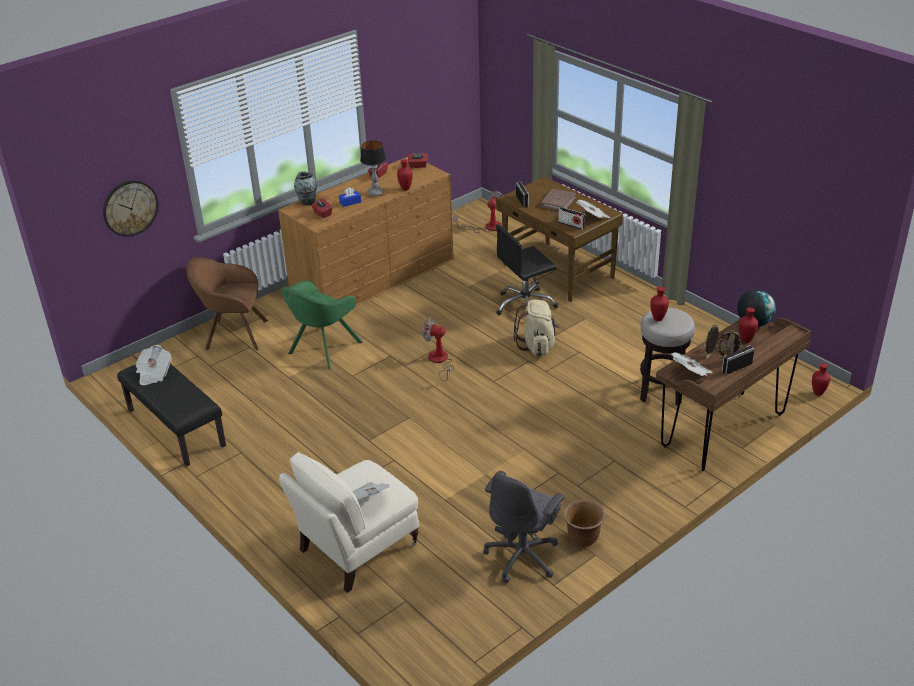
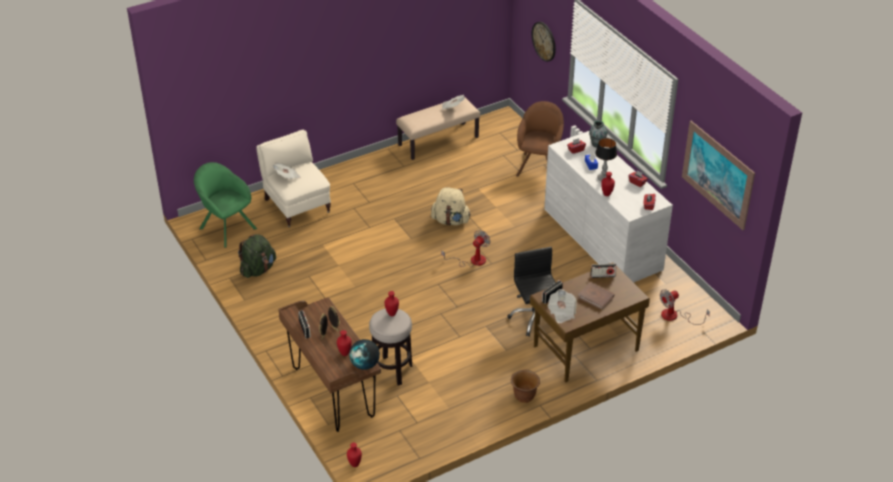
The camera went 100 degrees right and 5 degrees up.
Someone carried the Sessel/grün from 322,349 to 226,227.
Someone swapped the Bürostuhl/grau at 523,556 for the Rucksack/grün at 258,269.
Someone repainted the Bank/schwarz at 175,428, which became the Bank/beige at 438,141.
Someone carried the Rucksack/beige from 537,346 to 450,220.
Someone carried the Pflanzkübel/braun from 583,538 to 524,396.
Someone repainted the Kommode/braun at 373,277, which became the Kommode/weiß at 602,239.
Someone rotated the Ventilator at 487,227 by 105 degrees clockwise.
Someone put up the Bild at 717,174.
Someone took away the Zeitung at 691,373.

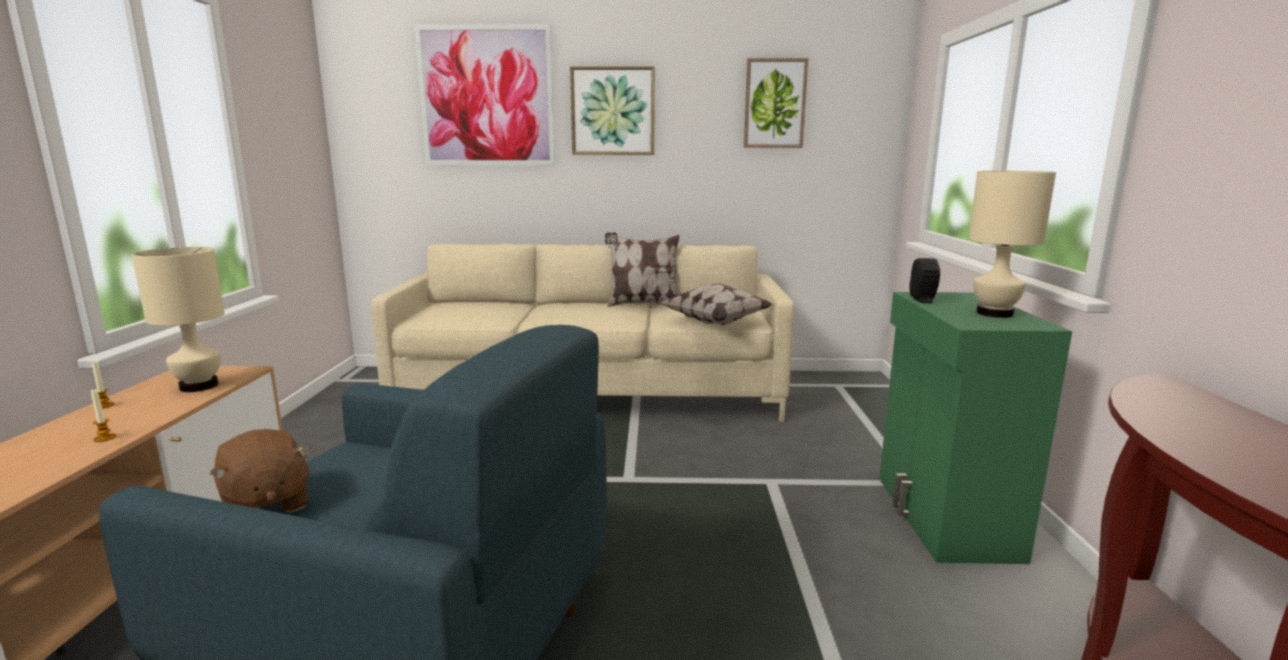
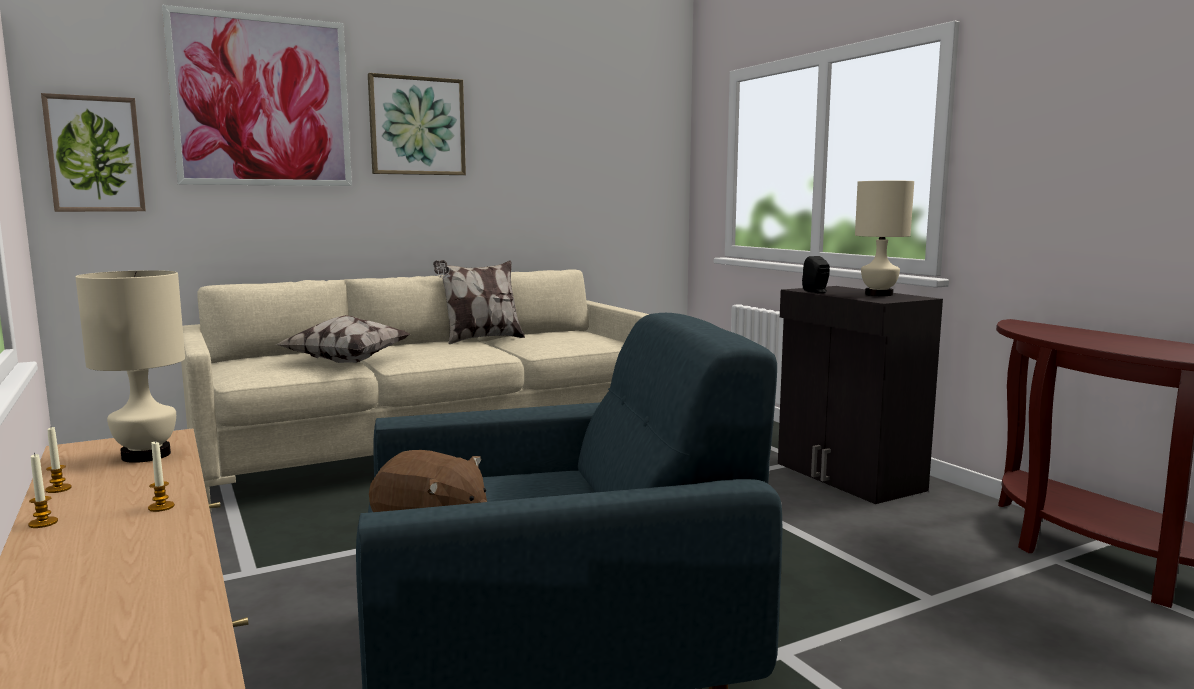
The camera went 30 degrees left and 5 degrees down.
Someone put down the Kerze at 43,523.
Someone carried the Bild from 774,104 to 95,154.
Someone carried the Kissen from 715,322 to 346,361.
Someone repainted the Schrank/grün at 943,517, which became the Schrank/schwarz at 848,477.

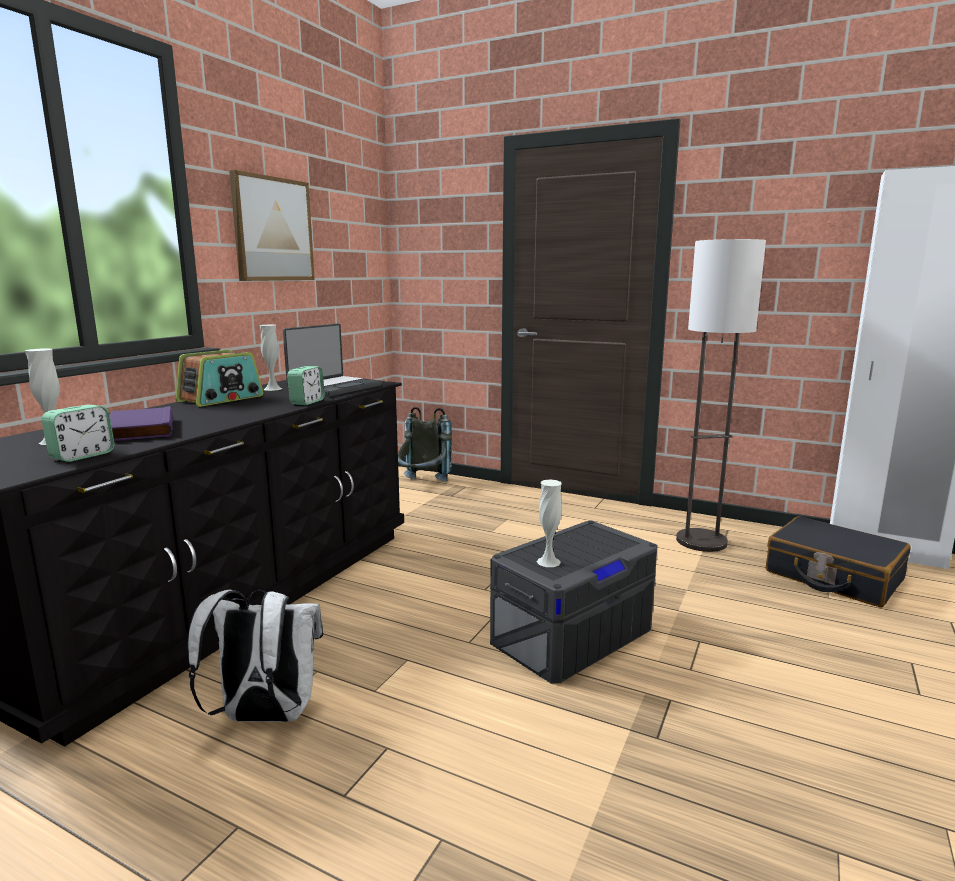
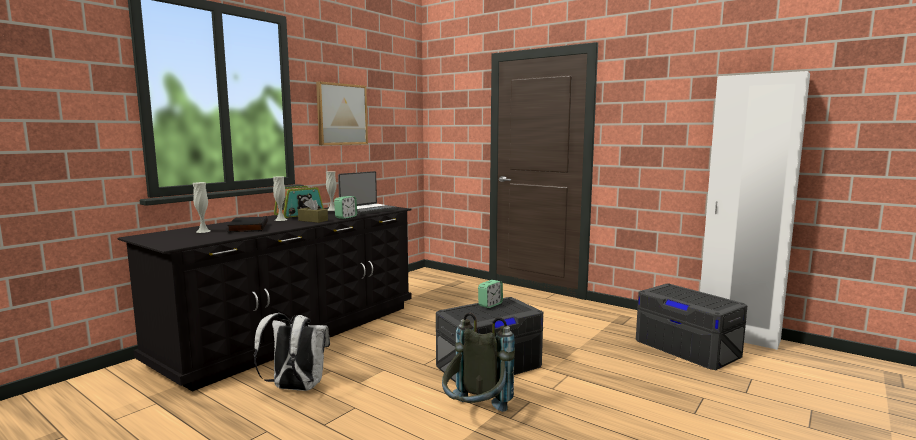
The camera went 10 degrees right and 5 degrees down.
Someone repainted the Buch/lila at 139,429, which became the Buch/schwarz at 247,227.
Someone carried the Vase/weiß from 548,562 to 280,219.
Someone put down the Taschentuchbox/braun at 313,220.
Someone carried the Rucksack/grau from 423,485 to 475,415.
Someone carried the Wecker from 82,456 to 490,305.
Someone swapped the Koffer/schwarz at 833,576 for the Aufbewahrungsbox/grau at 687,348.
Someone took away the Stehlampe at 701,541.

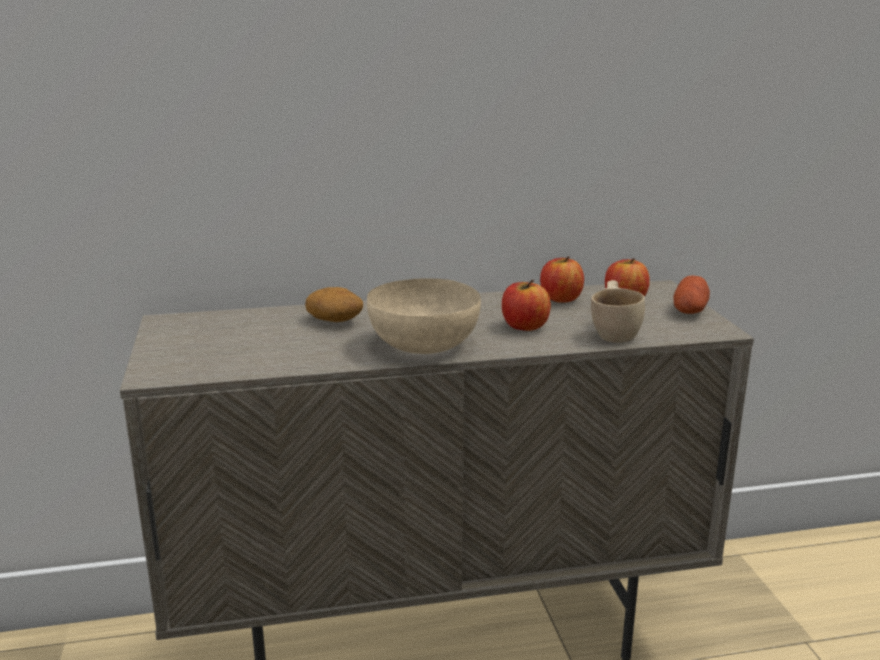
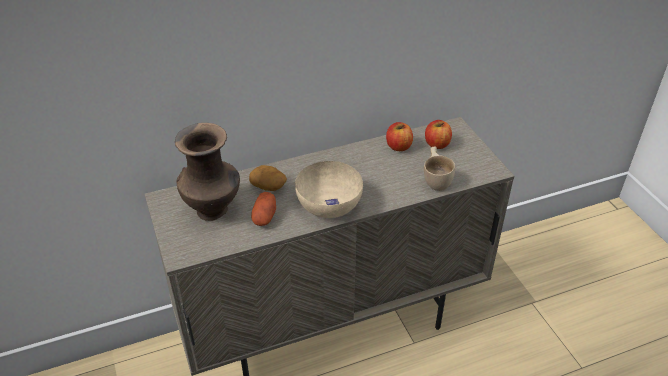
The camera went 10 degrees left and 20 degrees up.
Someone put down the Vase/braun at 213,210.
Someone carried the Kartoffel from 690,310 to 264,216.
Someone took away the Apfel at 524,326.

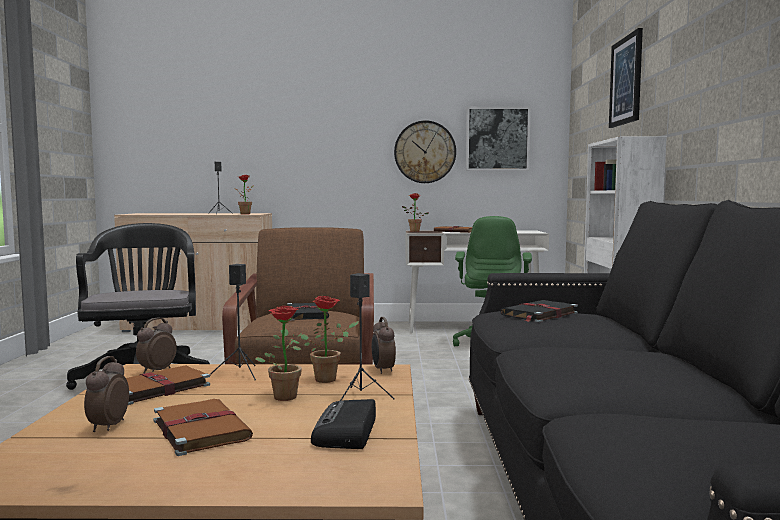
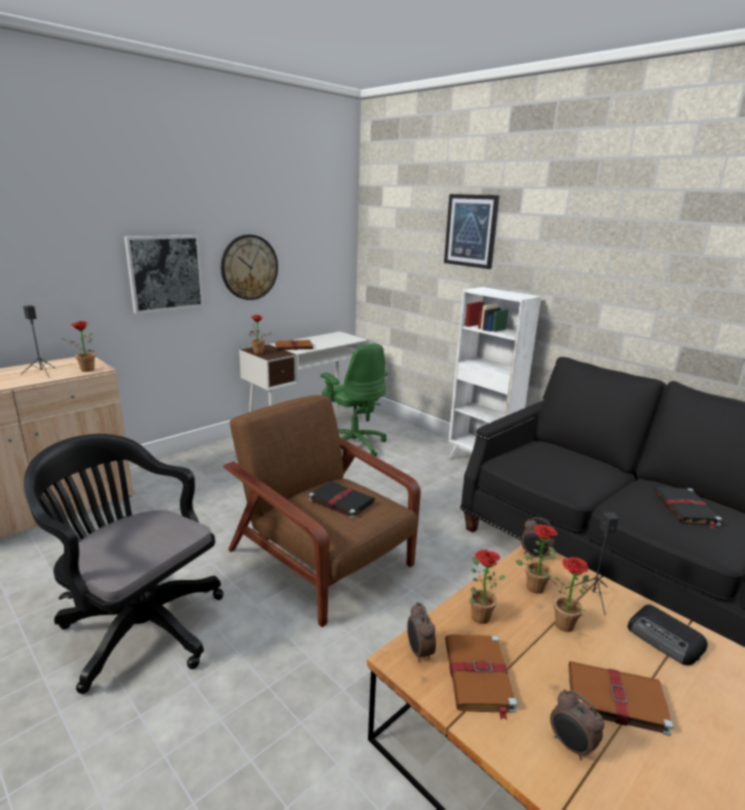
The camera went 45 degrees left and 15 degrees up.
Someone carried the Bild from 497,139 to 165,273.
Someone swapped the Lautsprecher/schwarz at 240,373 for the Topfpflanze at 477,614.
Someone carried the Buch/schwarz from 538,314 to 685,509.

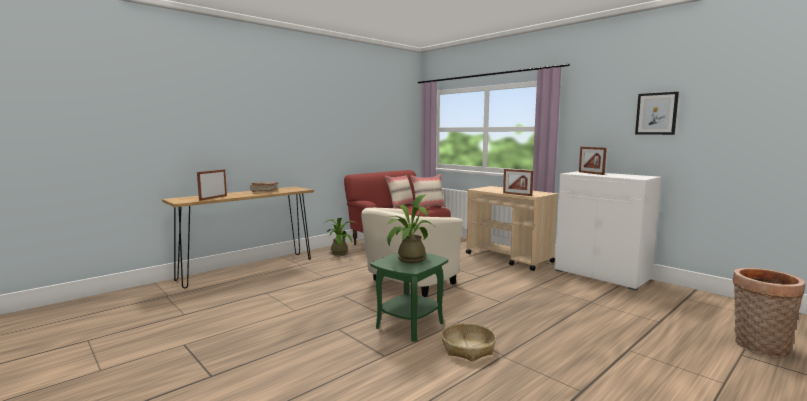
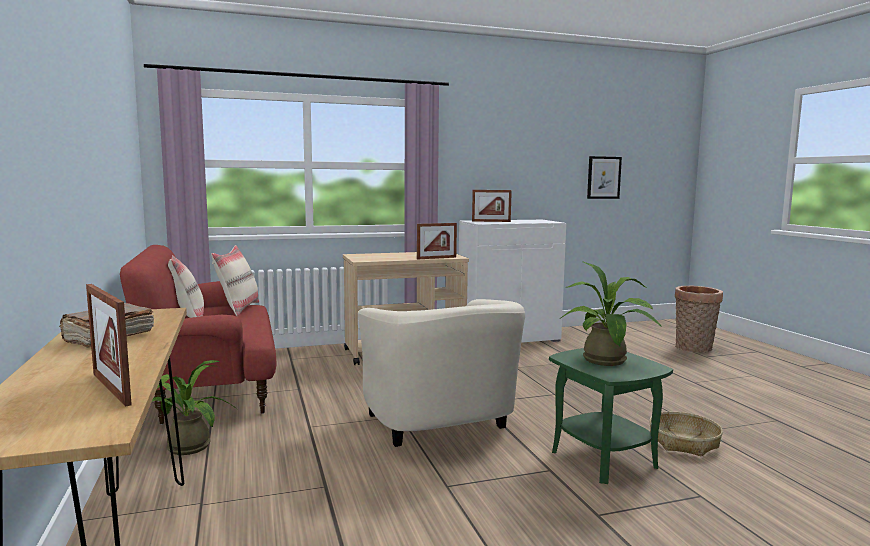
The camera went 65 degrees left and 0 degrees up.
Someone carried the Bild from 656,113 to 603,177.

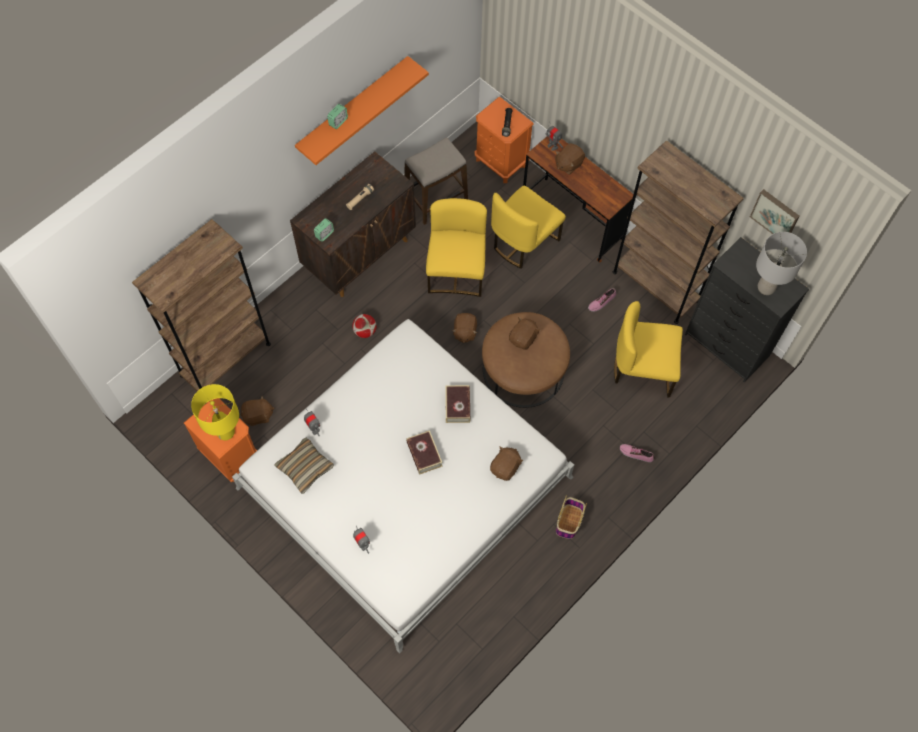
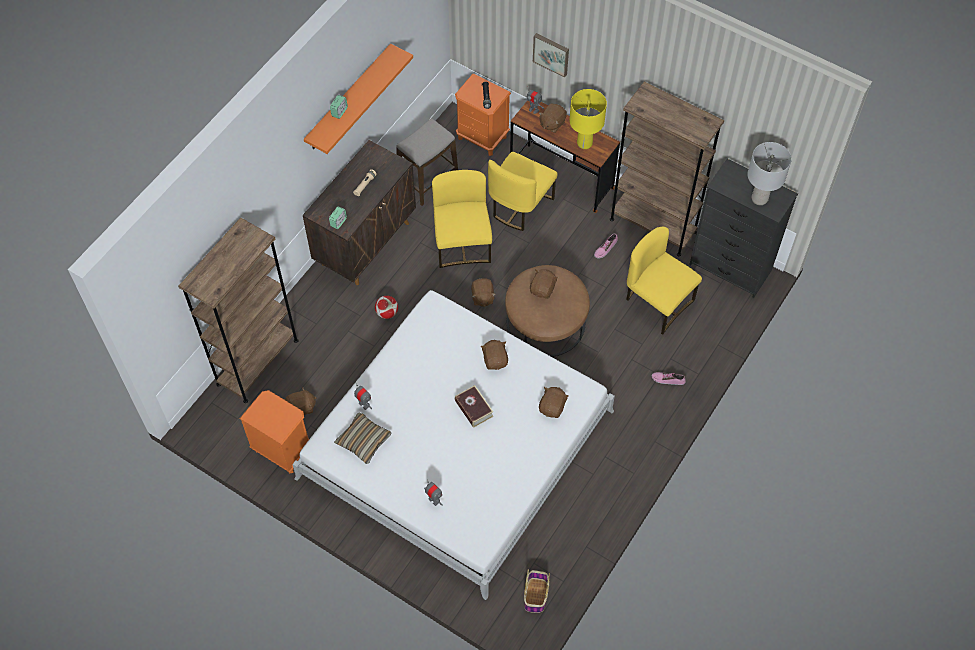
The camera went 10 degrees left and 5 degrees down.
Someone swapped the Buch at 457,406 for the Plüschtier/braun at 495,360.
Someone carried the Korb from 569,522 to 536,596.
Someone carried the Bild from 775,214 to 551,54.
Someone carried the Tischlampe/gelb from 226,432 to 584,143.
Someone rotated the Stuhl/gelb at 643,369 by 45 degrees clockwise.

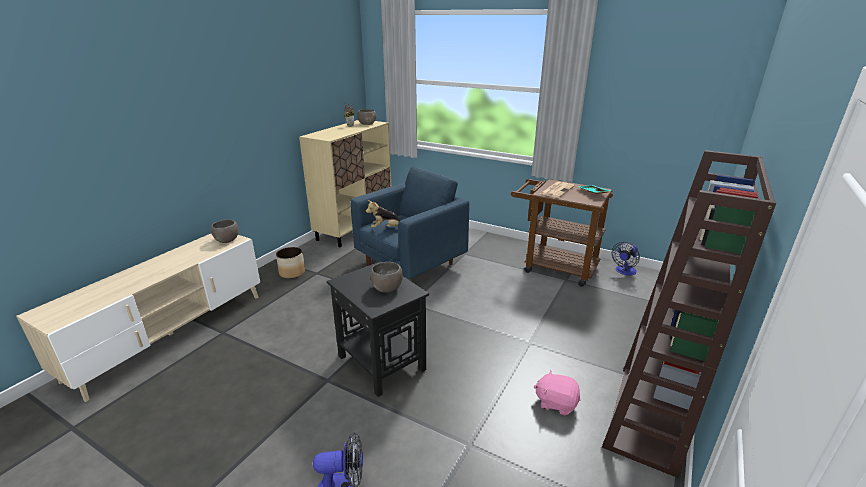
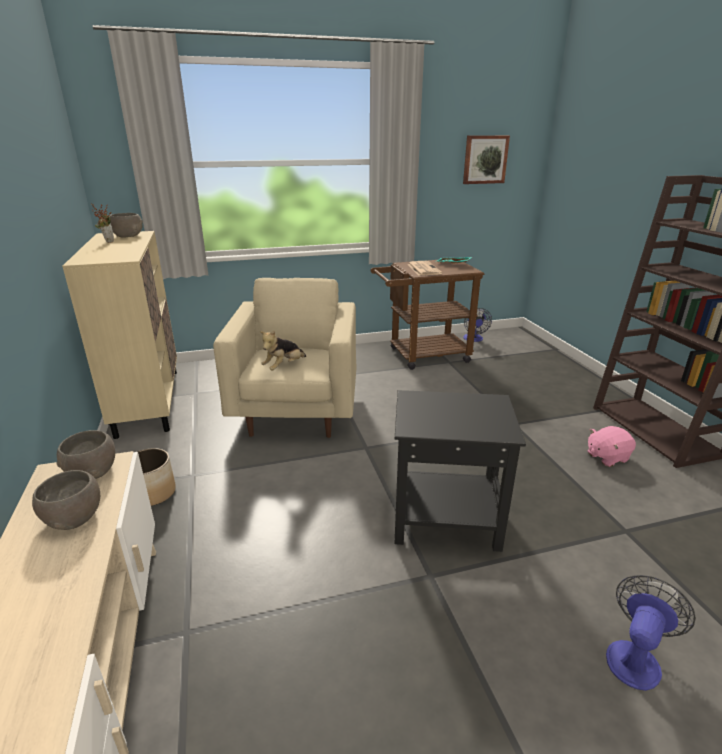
The camera went 45 degrees left and 0 degrees up.
Someone carried the Schüssel/grau from 386,287 to 73,517.
Someone repainted the Sessel/blau at 410,265, which became the Sessel/beige at 297,411.
Someone put up the Bild at 485,159.

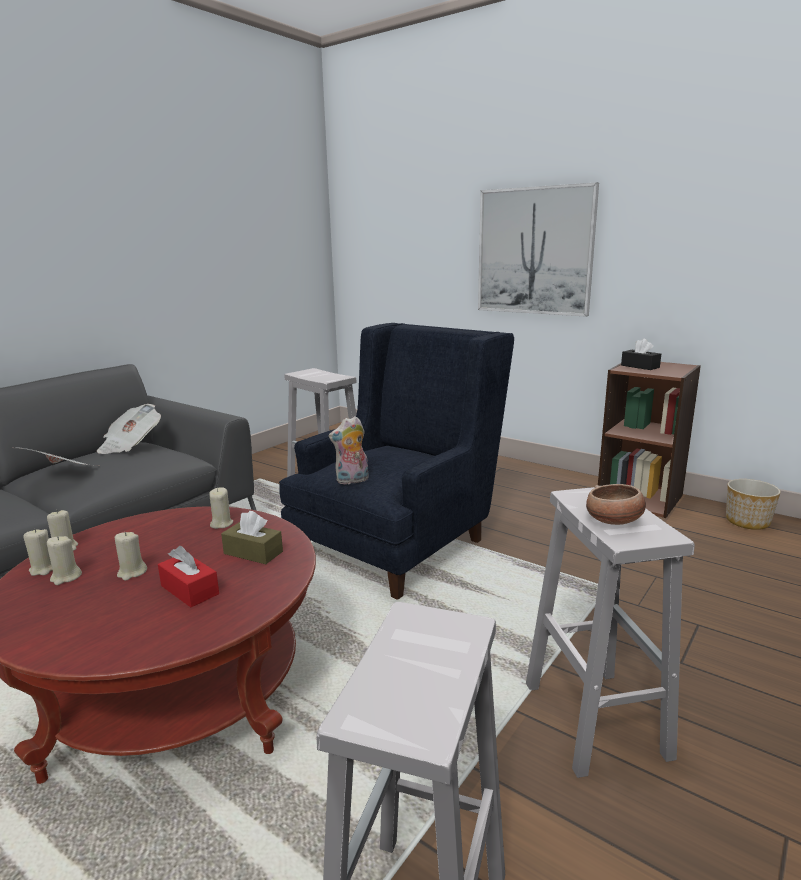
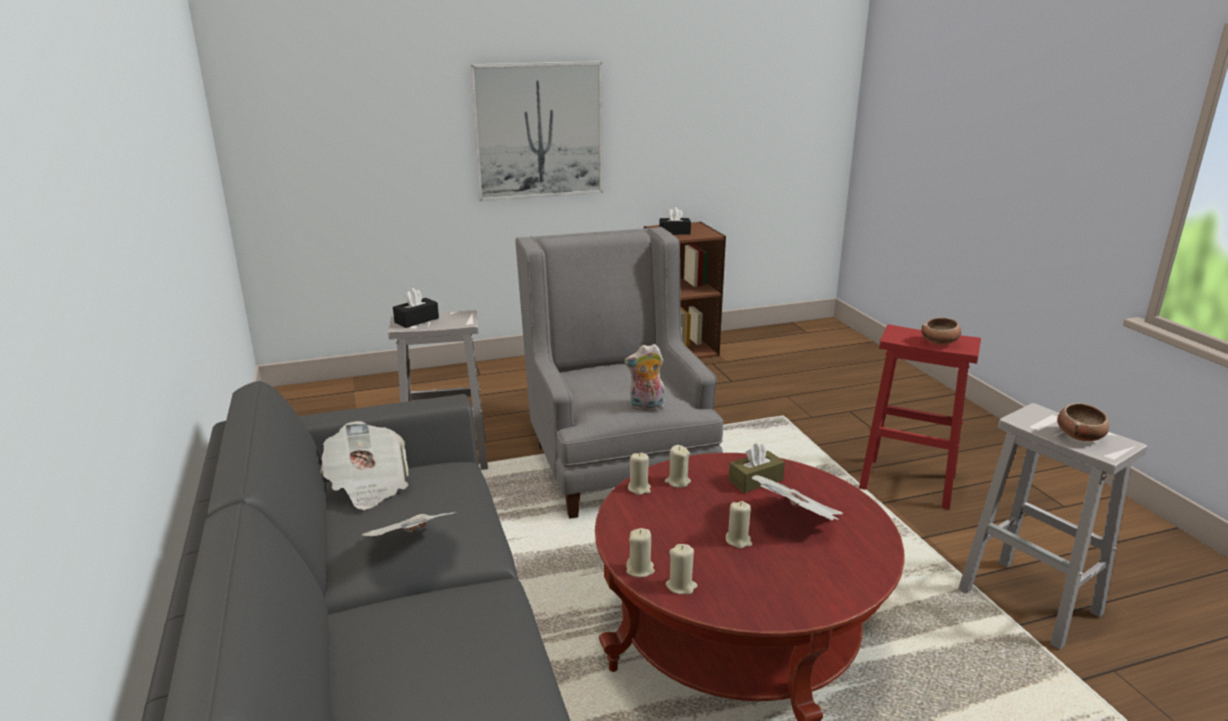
The camera went 55 degrees left and 5 degrees up.
Someone put down the Taschentuchbox/schwarz at 416,320.
Someone repainted the Sessel/blau at 399,541, which became the Sessel/grau at 614,461.
Someone rotated the Plüschtier at 352,481 by 75 degrees clockwise.
Someone carried the Kerze/beige from 66,577 to 639,488.
Someone swapped the Taschentuchbox/rot at 190,590 for the Zeitung at 797,519.
Someone repainted the Hocker/weiß at 593,717, which became the Hocker/rot at 905,482.
Someone put down the Schüssel at 1079,436.
Someone took away the Pflanzkübel at 746,522.

